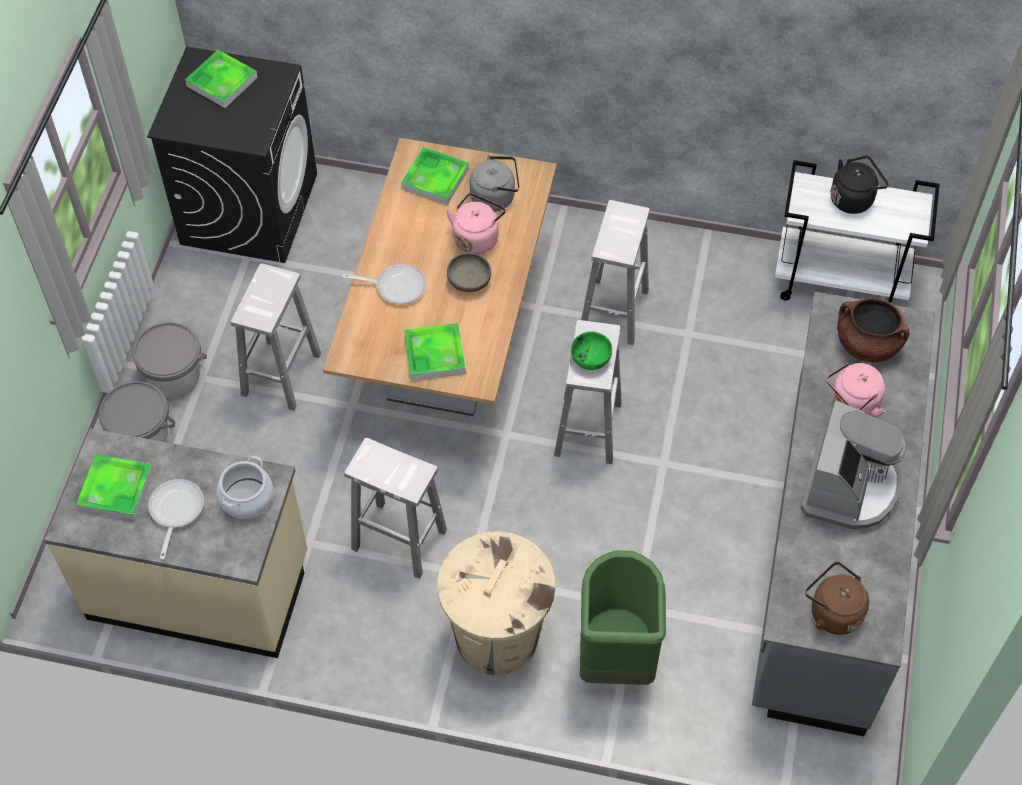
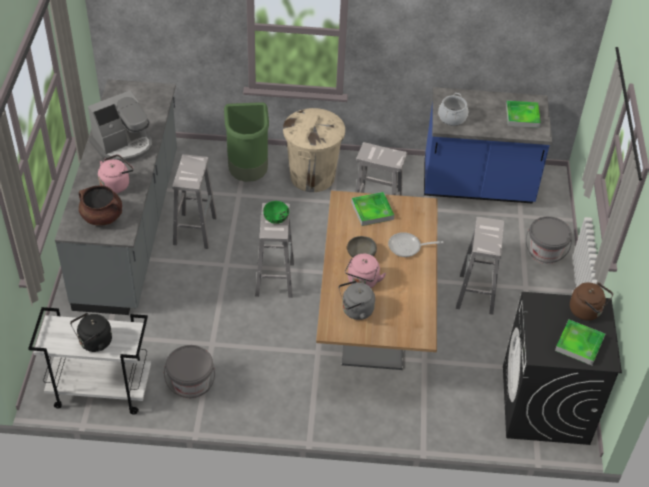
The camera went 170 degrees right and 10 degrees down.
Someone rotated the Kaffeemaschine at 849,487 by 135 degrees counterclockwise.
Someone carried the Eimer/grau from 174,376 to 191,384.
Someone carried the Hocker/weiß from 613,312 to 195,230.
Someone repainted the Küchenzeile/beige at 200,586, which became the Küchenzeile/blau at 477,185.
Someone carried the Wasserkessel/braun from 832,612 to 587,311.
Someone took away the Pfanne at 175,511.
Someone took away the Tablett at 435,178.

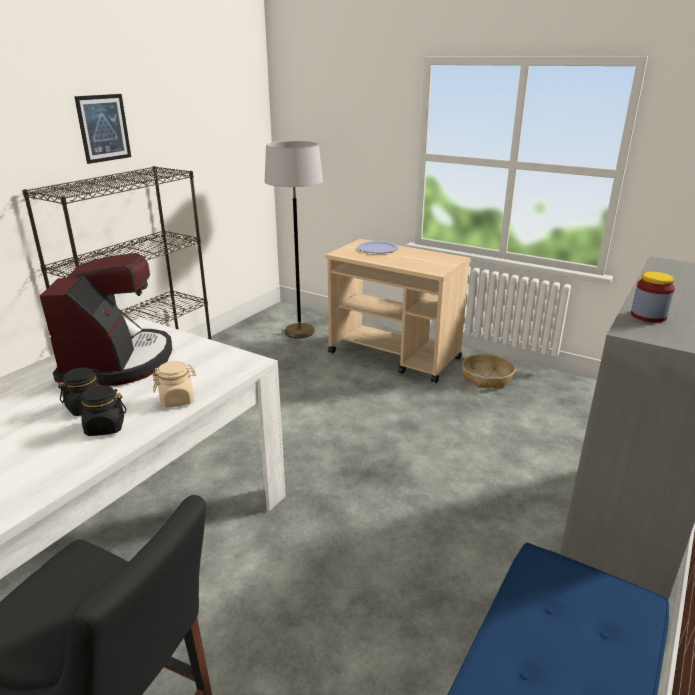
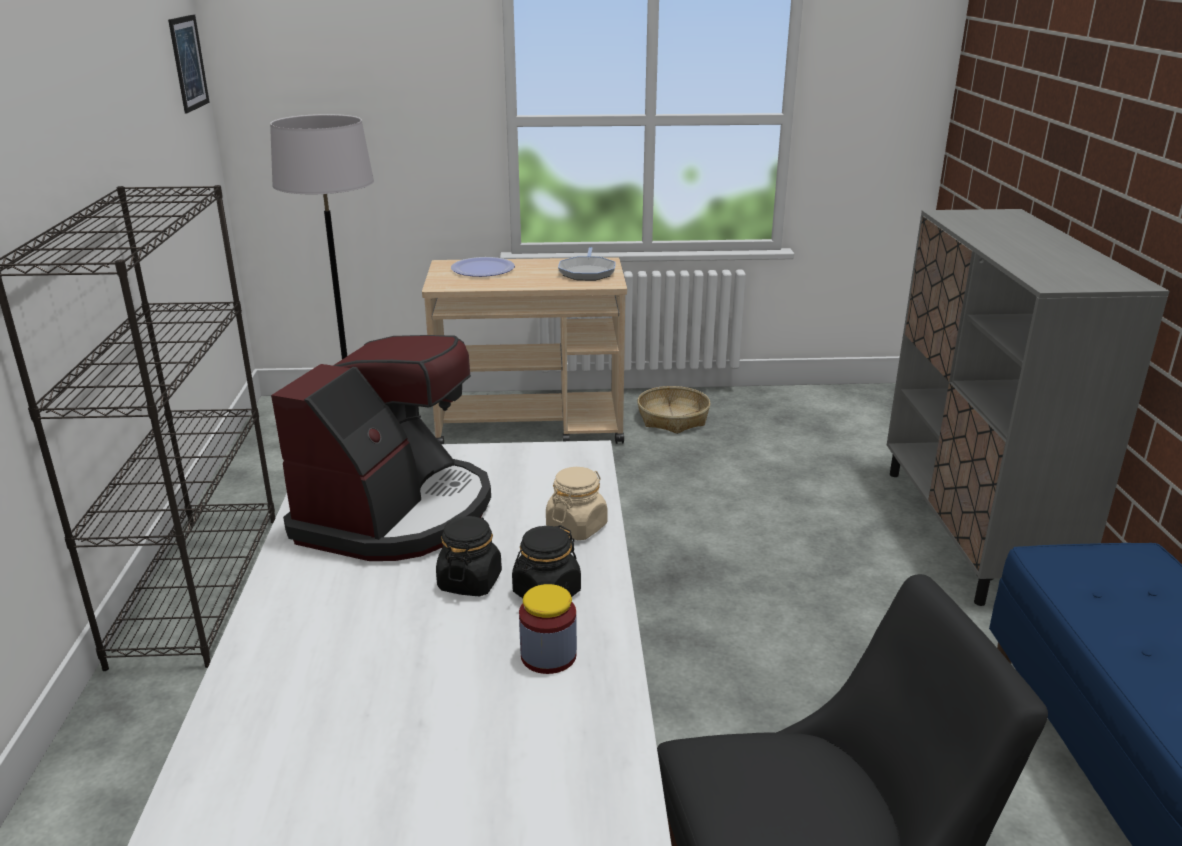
The camera went 35 degrees left and 0 degrees up.
Someone carried the Bild from 103,128 to 188,63.
Someone rotated the Kaffeemaschine at 118,362 by 60 degrees clockwise.
Someone carried the Vorratsglas from 648,316 to 548,656.
Someone put down the Pfanne at 587,272.

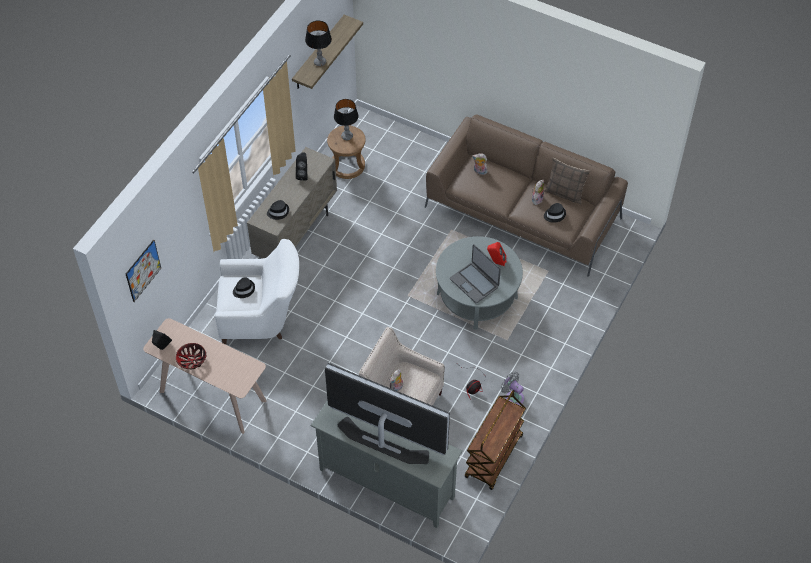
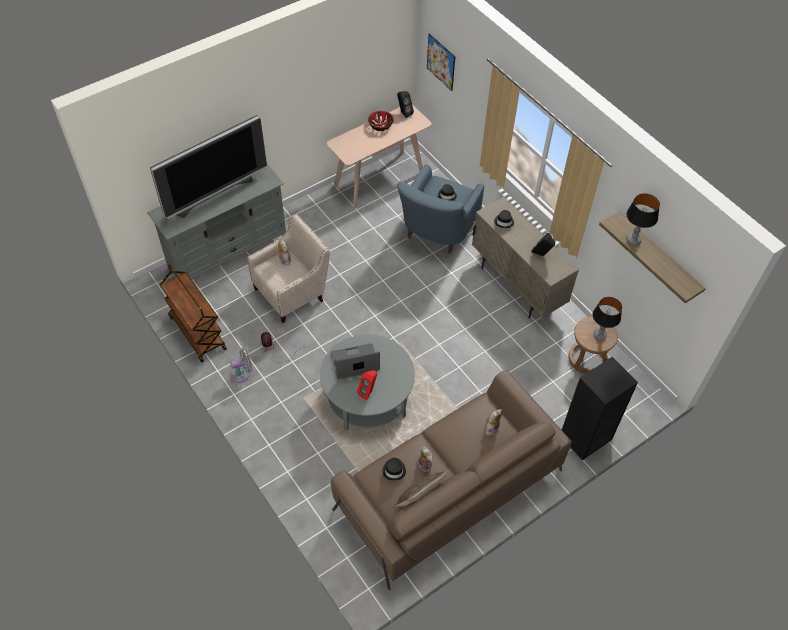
The camera went 115 degrees right and 0 degrees up.
Someone repainted the Sessel/weiß at 261,318, which became the Sessel/blau at 436,232.
Someone put down the Bücherregal/schwarz at 585,438.

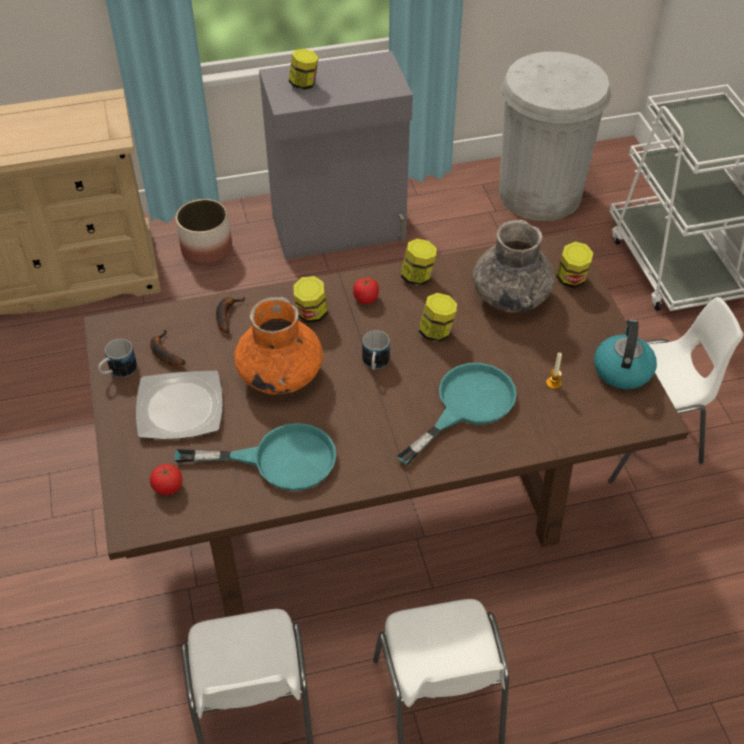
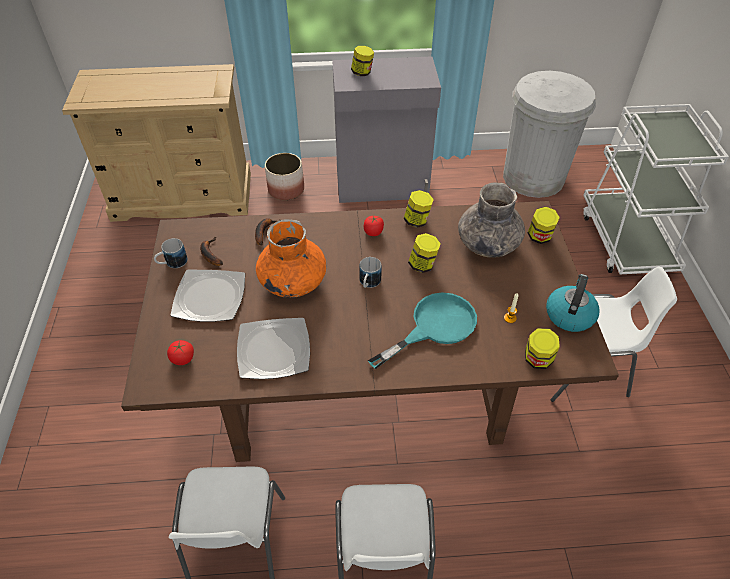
The camera went 10 degrees right and 0 degrees up.
Someone swapped the Pfanne/türkis at 279,460 for the Teller at 274,349.
Someone carried the Vorratsglas from 311,314 to 537,360.

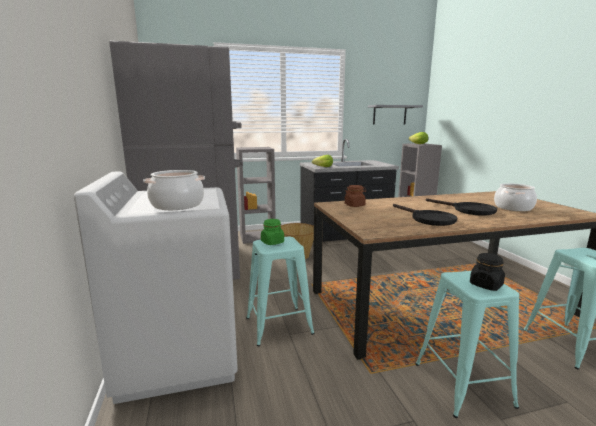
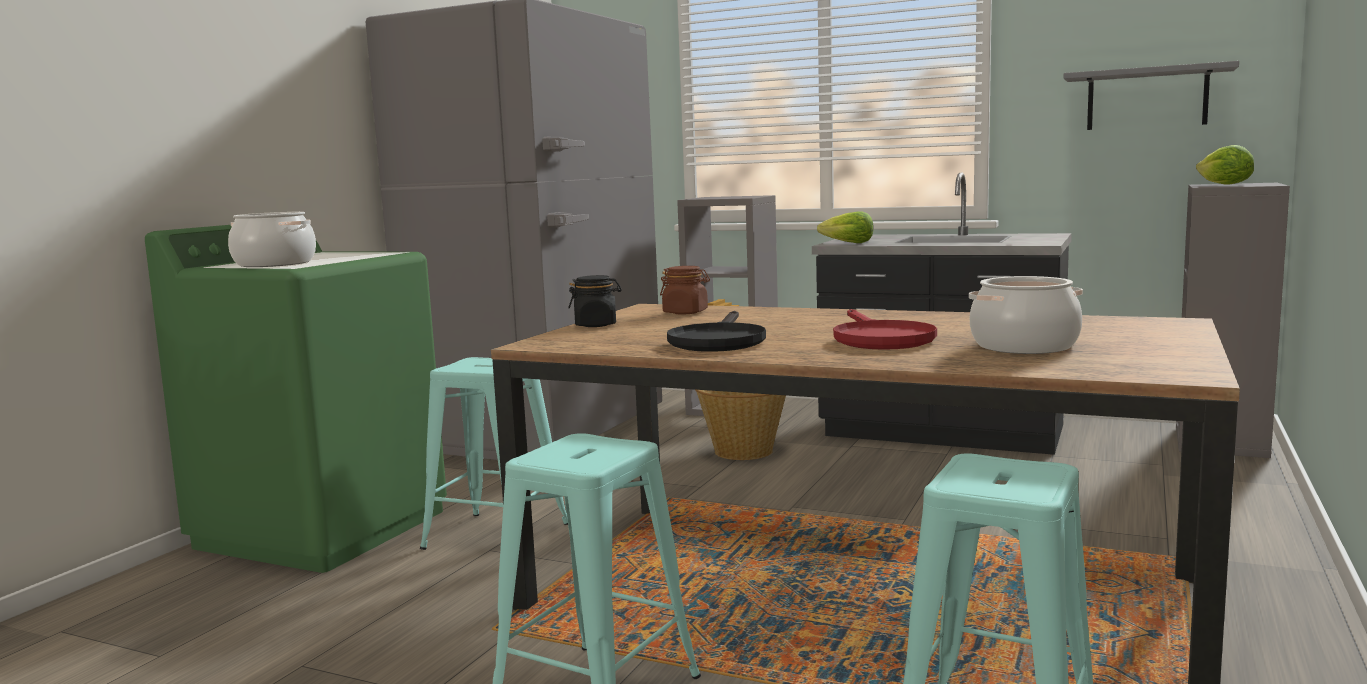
The camera went 40 degrees right and 5 degrees down.
Someone repainted the Waschmaschine/weiß at 179,355, which became the Waschmaschine/grün at 323,528.
Someone carried the Vorratsglas/schwarz from 486,285 to 596,325.
Someone repainted the Pfanne/schwarz at 468,210, which became the Pfanne/rot at 879,339.
Someone took away the Vorratsglas/grün at 272,242.

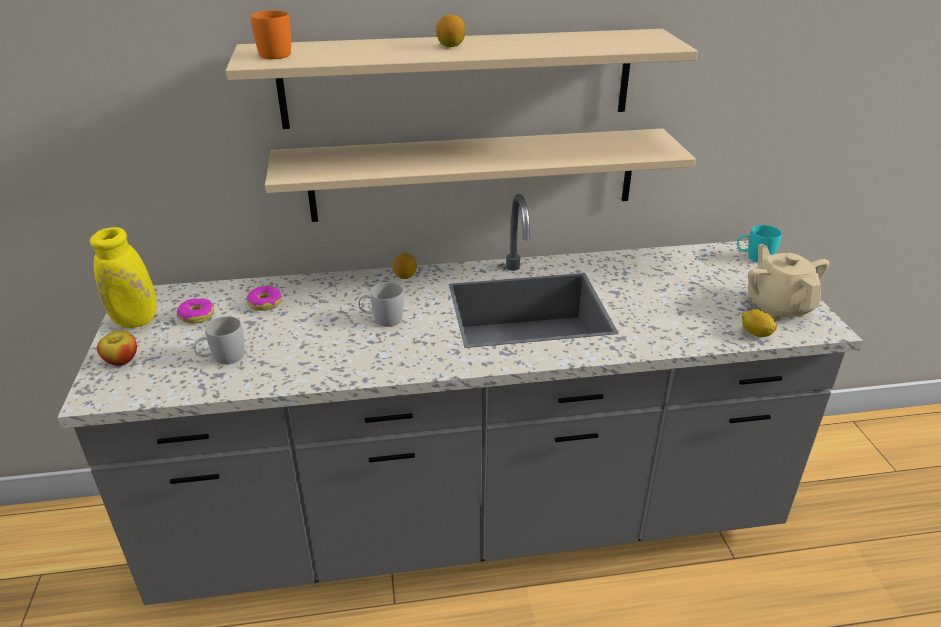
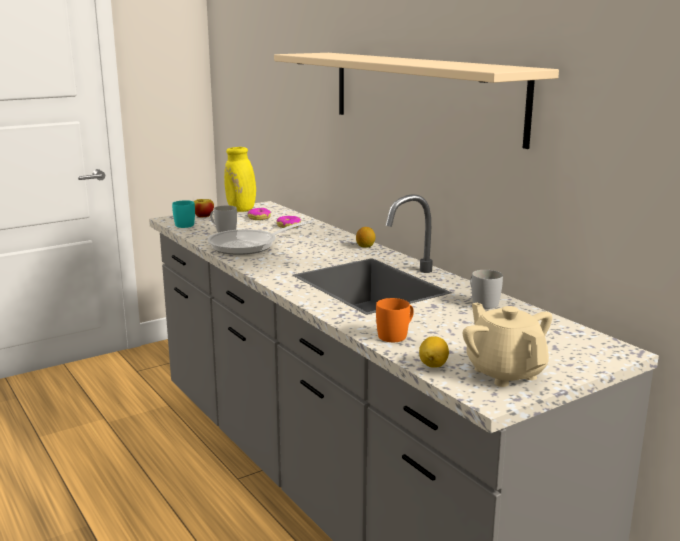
The camera went 65 degrees right and 15 degrees down.
Someone carried the Henkelbecher/türkis from 754,257 to 184,224.
Someone put down the Pfanne at 249,245.
Someone carried the Henkelbecher/orange from 274,53 to 396,335.
Someone rotated the Teekanne/beige at 778,307 by 75 degrees counterclockwise.
Someone carried the Henkelbecher/weiß from 382,319 to 482,302.
Someone took away the Wandregal/beige at 473,175.
Someone took away the Zitrone at 451,46.

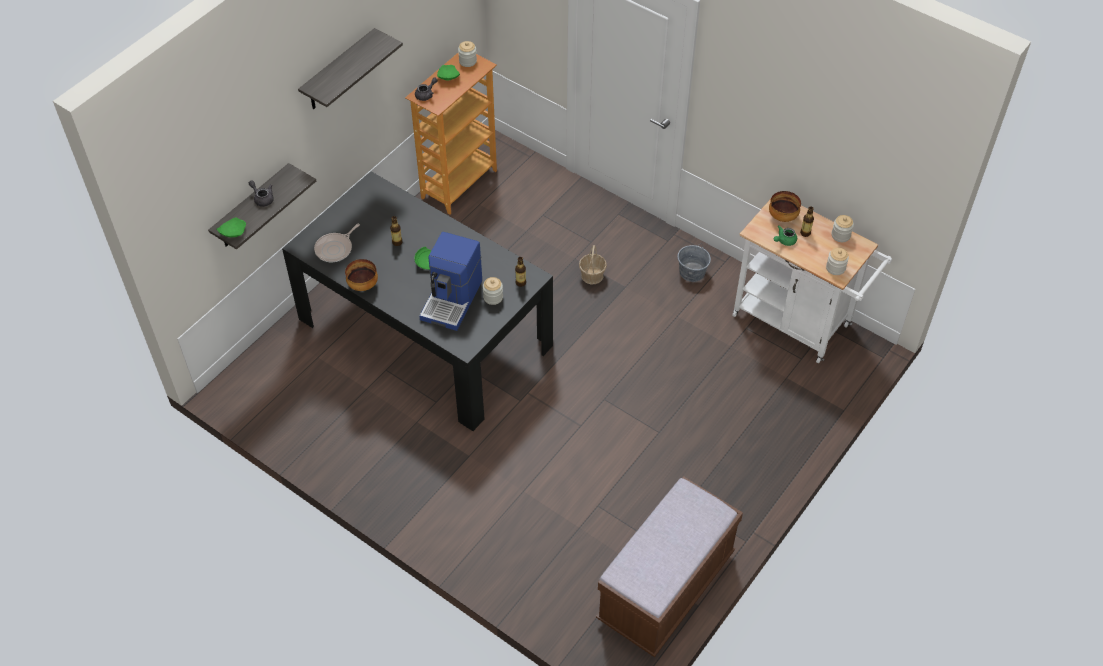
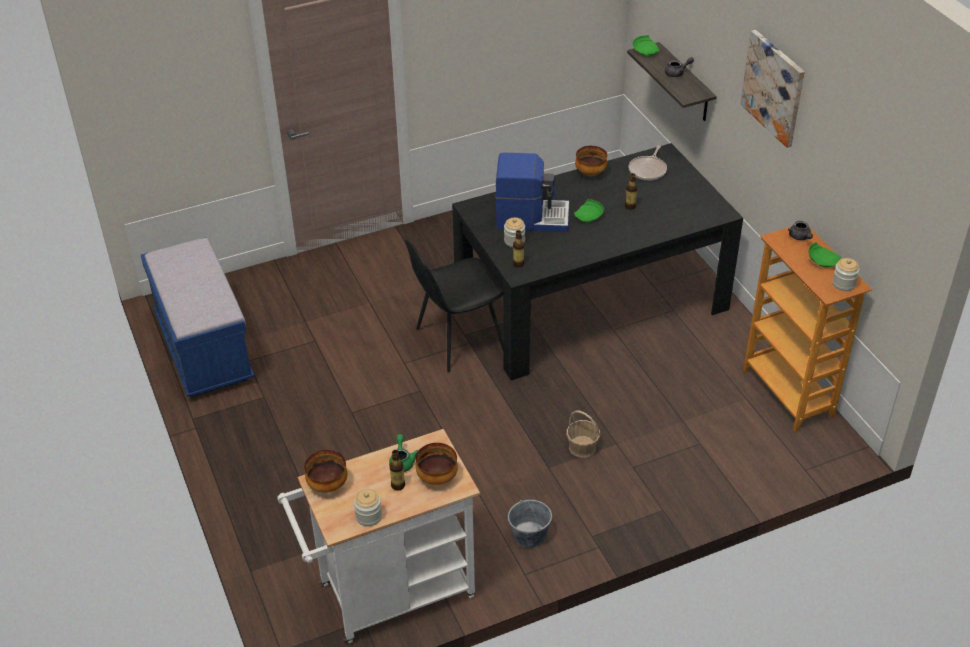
The camera went 120 degrees right and 10 degrees down.
Someone repainted the Bank/braun at 666,588, which became the Bank/blau at 204,349.
Someone swapped the Vorratsglas at 835,268 for the Schüssel at 328,485.
Someone put down the Stuhl/schwarz at 457,340.
Someone rotated the Kaffeemaschine at 452,299 by 135 degrees clockwise.
Someone rotated the Pfanne at 335,249 by 135 degrees counterclockwise.
Someone swapped the Wandregal at 339,71 for the Bild at 774,87.

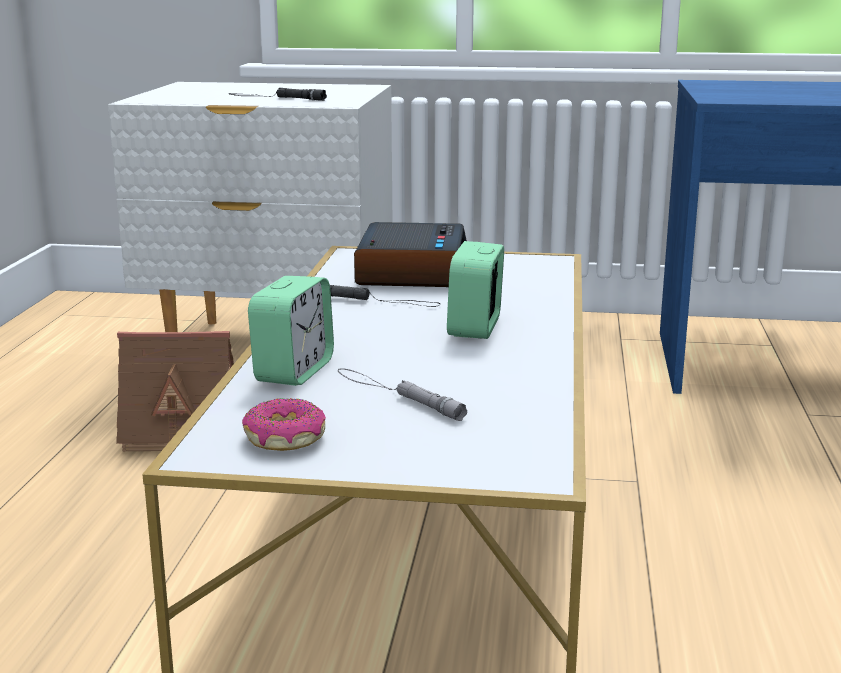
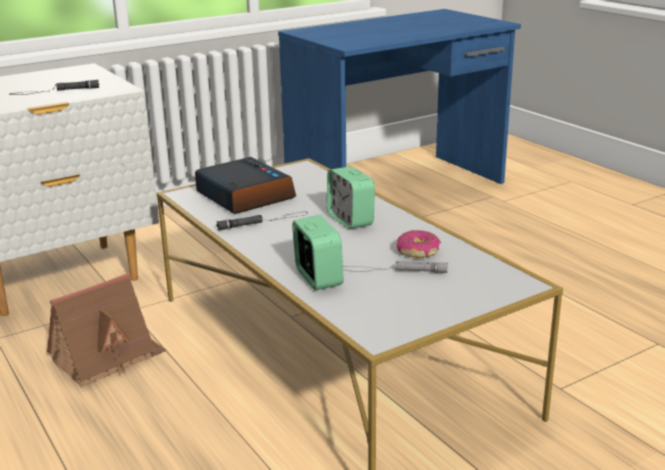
The camera went 40 degrees left and 5 degrees up.
Someone carried the Donut from 284,439 to 418,251.

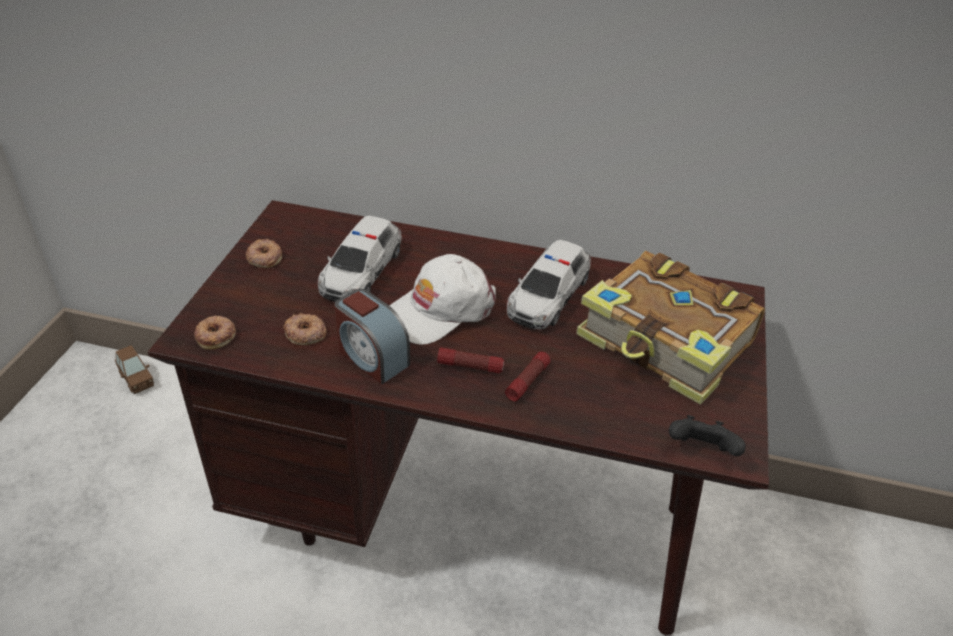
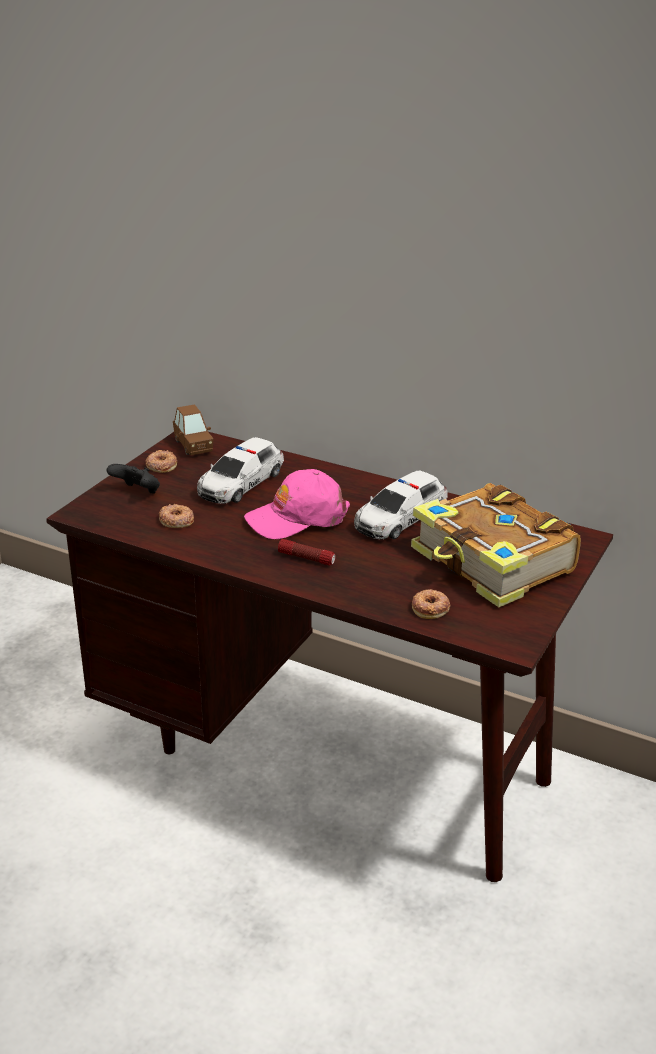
The camera went 15 degrees right and 10 degrees down.
Someone carried the Gamepad/schwarz from 701,451 to 137,492.
Someone carried the Spielzeugauto/braun from 136,379 to 193,445.
Someone repainted the Kappe/weiß at 439,310, which became the Kappe/rosa at 297,517.
Someone carried the Donut from 216,335 to 430,608.
Someone took away the Wecker at 372,357.
Someone took away the Taschenlampe at 527,381.

